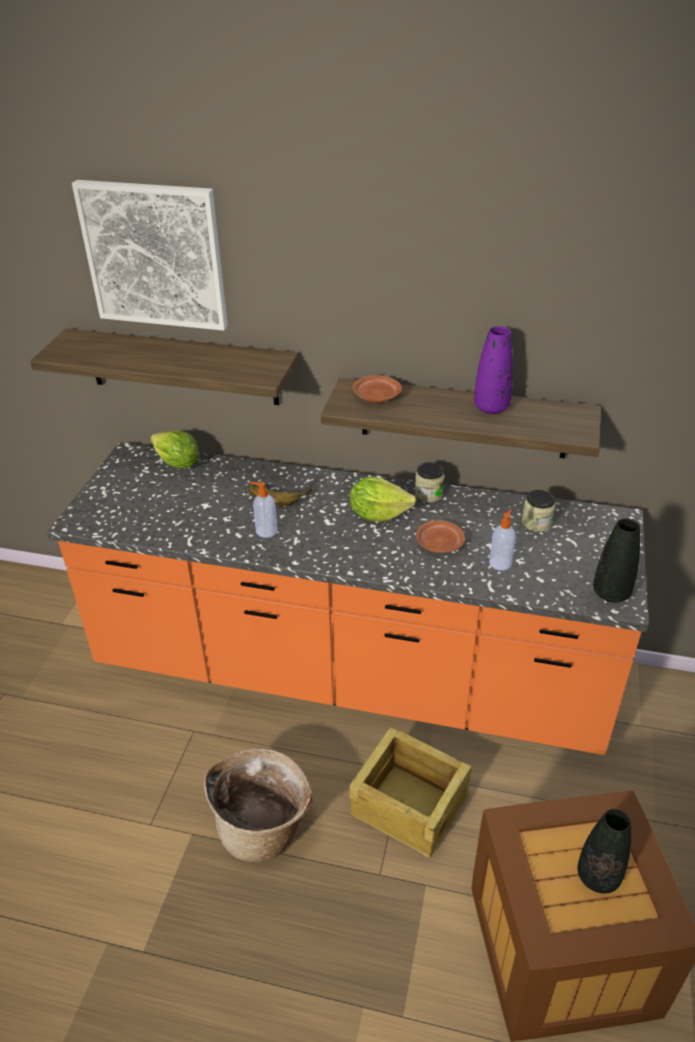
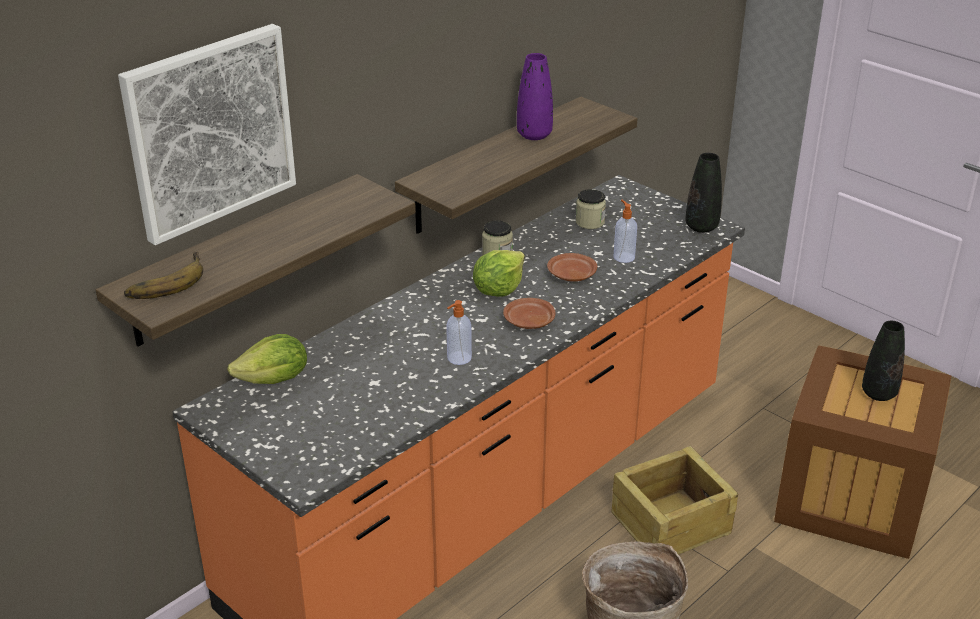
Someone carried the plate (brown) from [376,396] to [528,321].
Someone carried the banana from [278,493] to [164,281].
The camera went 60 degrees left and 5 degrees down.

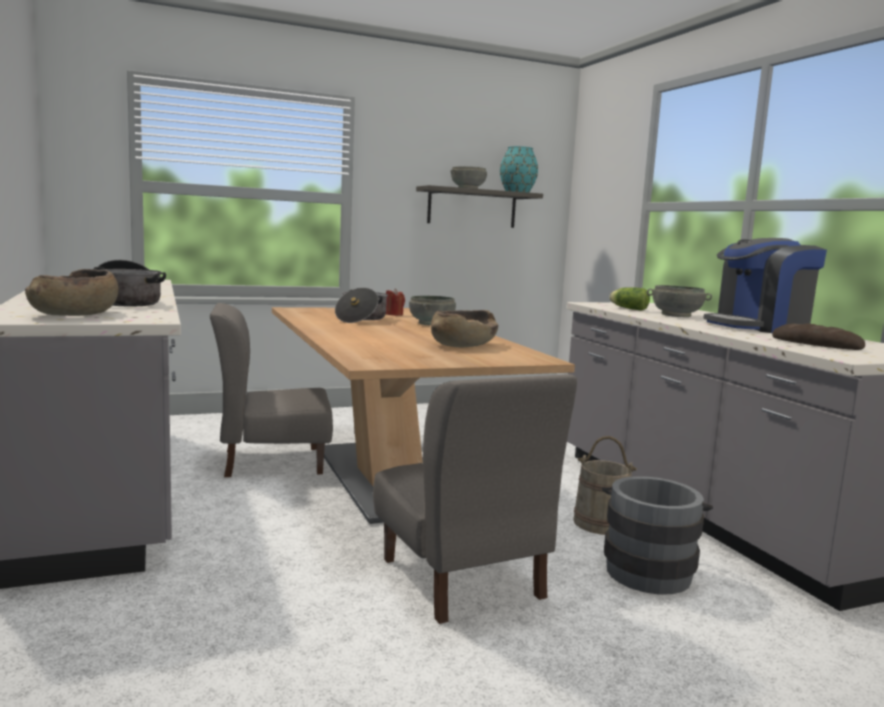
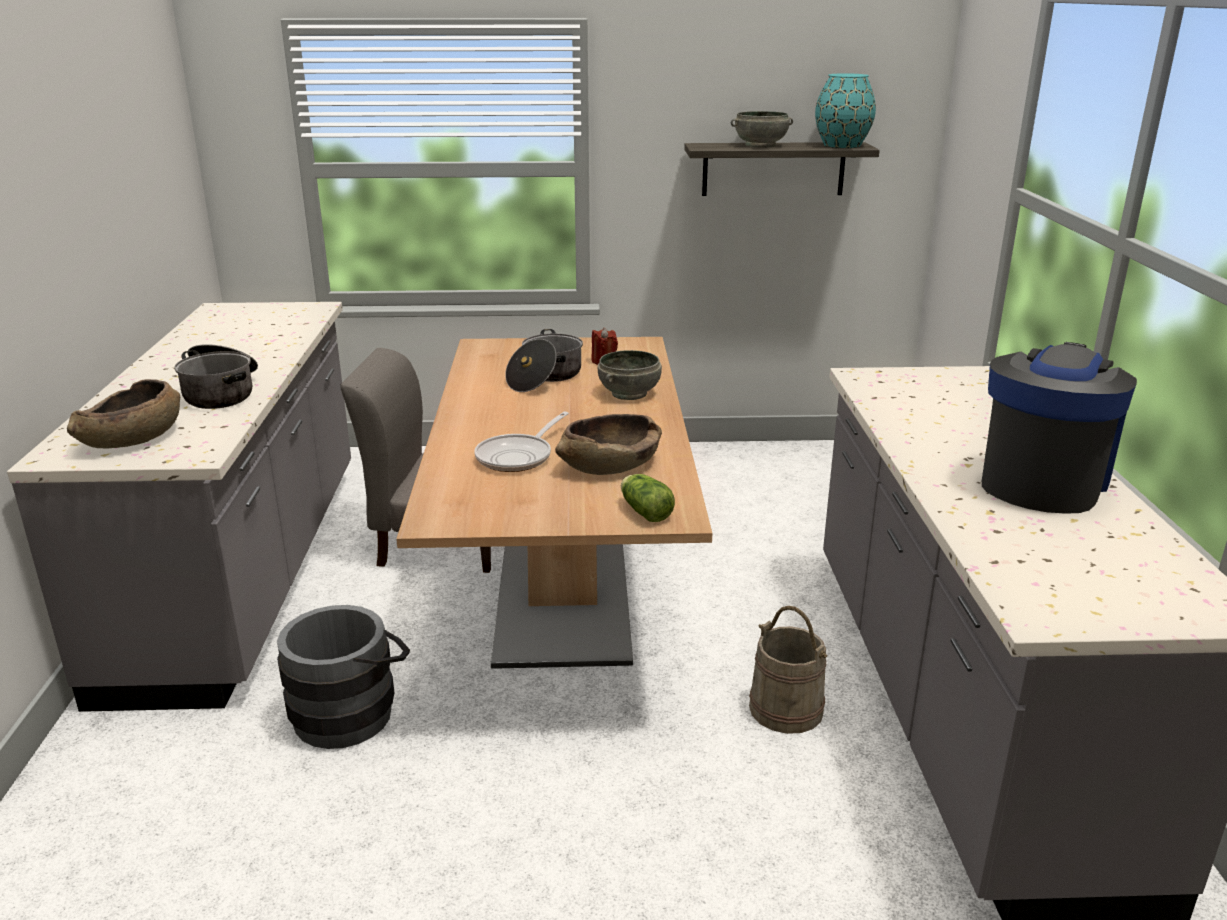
Someone rotated the coffee machine at [759,327] by 120 degrees clockwise.
Someone took away the bowl (grey) at [676,315].
Someone carried the lettuce from [627,308] to [644,511].
Someone took away the bread at [816,344].
Someone took away the chair (grey) at [461,578].
Someone carried the bucket (grey) from [648,569] to [351,711].
Someone put down the frying pan at [518,456].
The camera went 20 degrees right and 15 degrees up.

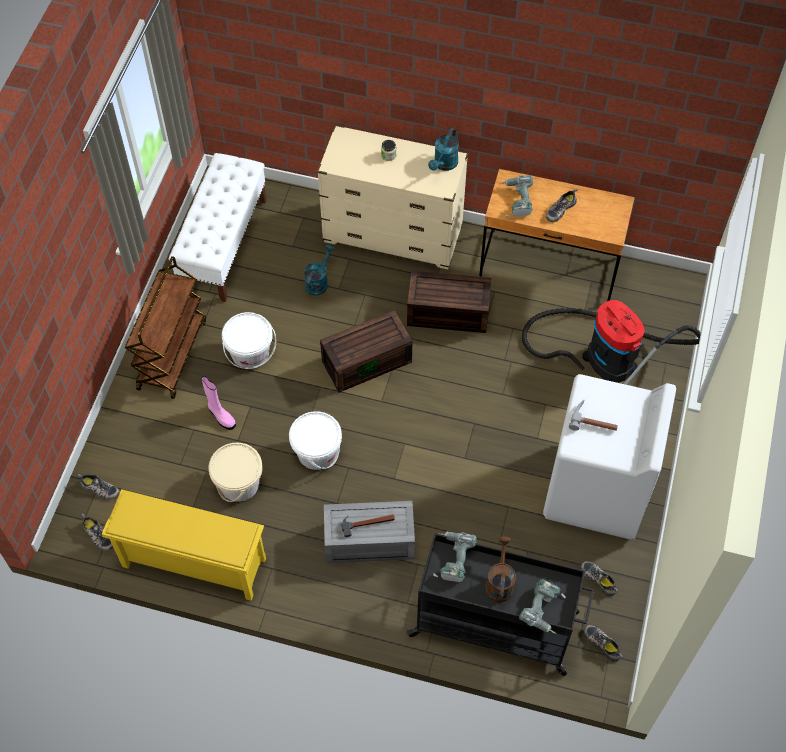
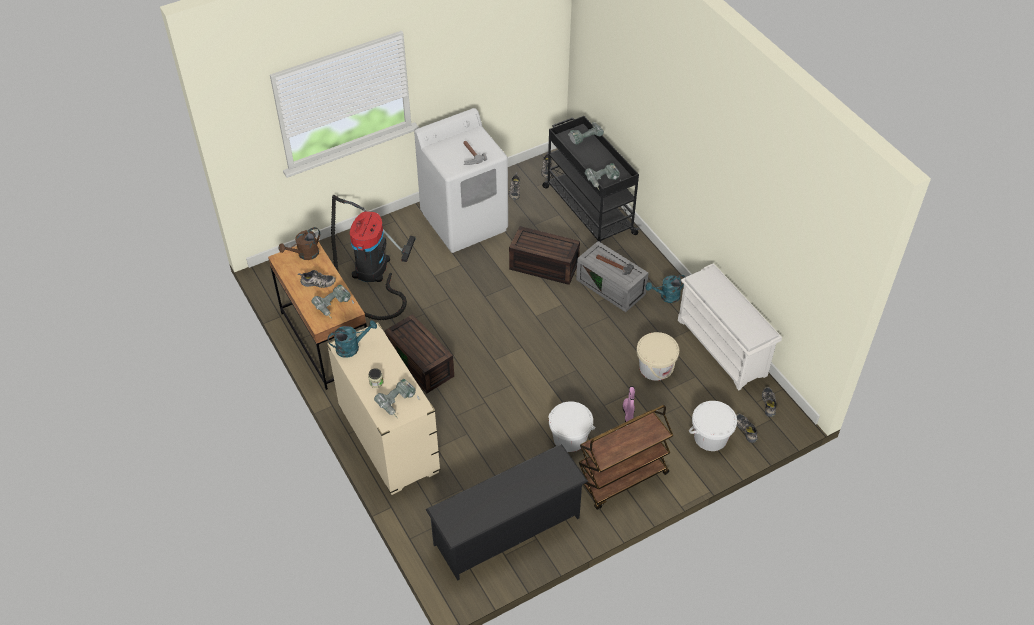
Someone swapped the bench (white) at [224,244] for the shoe rack (black) at [507,531].
Someone carried the watering can (turquoise) from [318,282] to [666,297].
Someone carried the storage box (brown) from [367,360] to [542,266].
Someone carried the bucket (white) from [317,452] to [710,437].
Someone repainted the shoe rack (yellow) at [192,563], which became the shoe rack (white) at [723,348].
Someone carried the watering can (brown) from [499,582] to [305,254].
Someone put down the power drill at [398,403].
The camera went 135 degrees left and 10 degrees down.

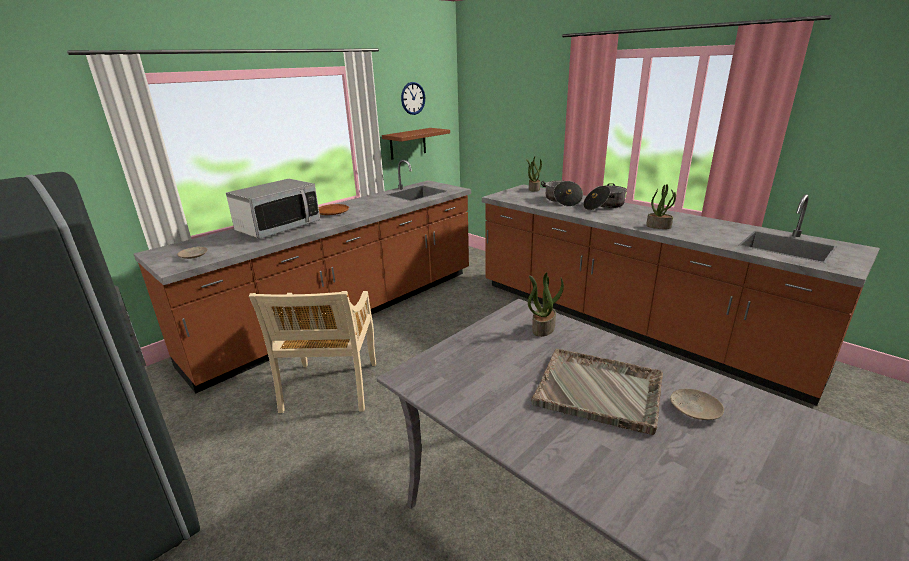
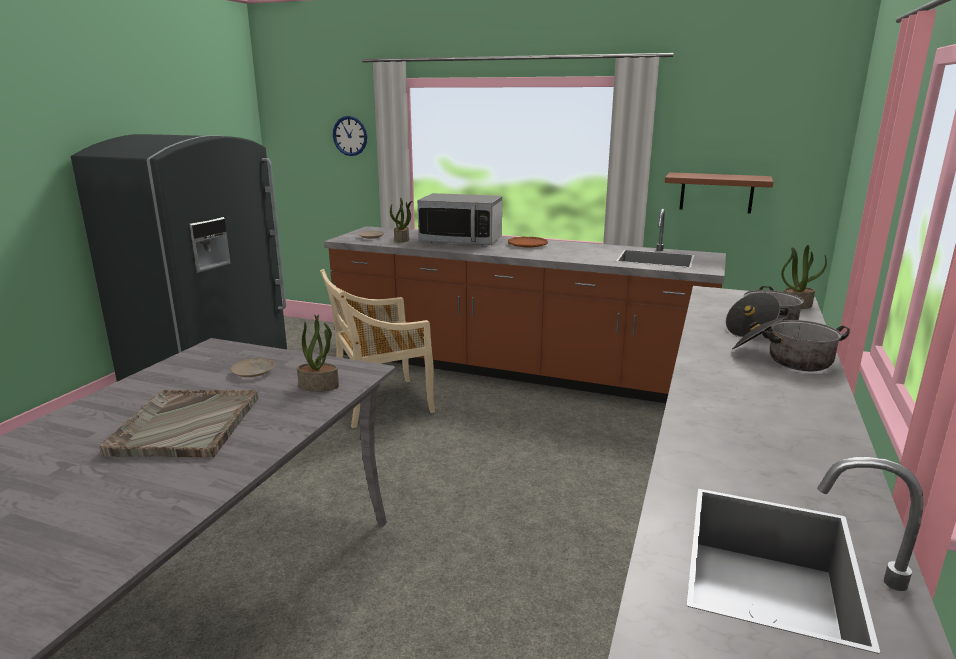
Someone carried the wall clock from [413,98] to [350,136].
Someone carried the potted plant from [659,226] to [402,240].
Someone carried the plate (beige) from [694,409] to [254,372].
The camera went 65 degrees right and 5 degrees down.

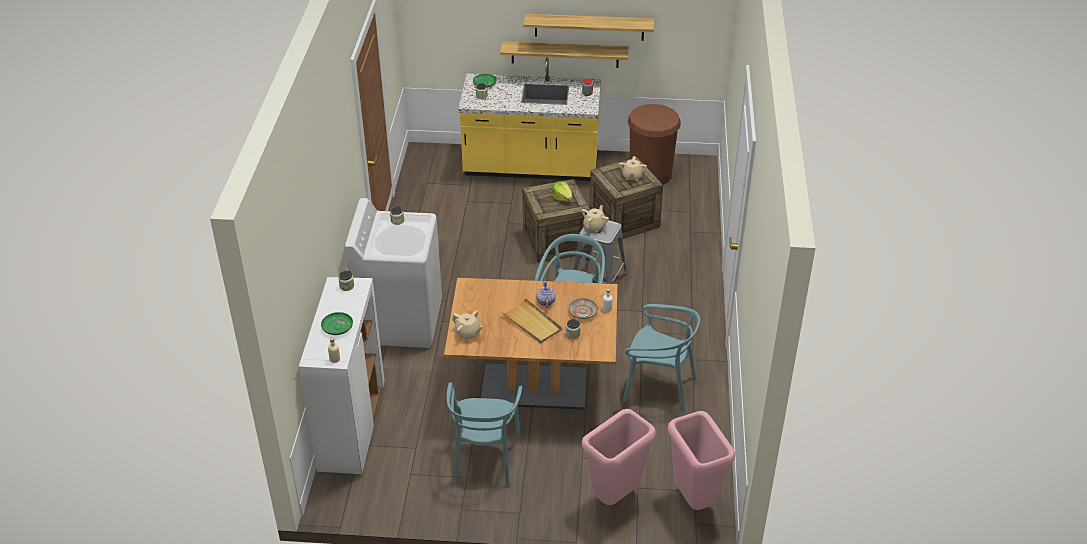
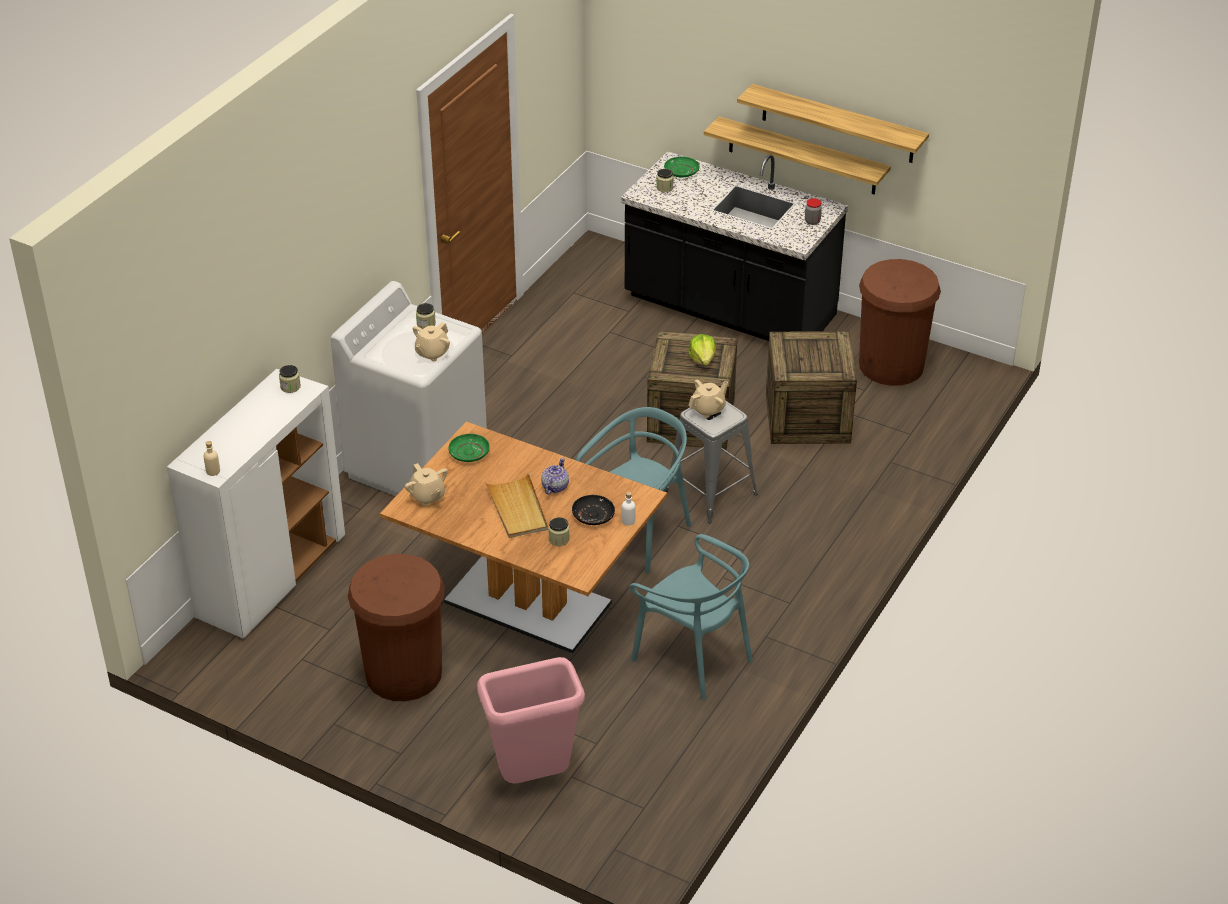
Someone repainted the counter (yellow) at [531,167], which became the counter (black) at [729,309].
Someone carried the teapot (beige) from [632,176] to [432,353].
Someone repainted the plate (beige) at [582,312], which became the plate (black) at [593,515].
Someone carried the plate (green) from [337,327] to [469,453].
Someone swapped the chair (turquoise) at [485,459] for the trash can (brown) at [403,673].
Someone took away the trash can (pink) at [695,500].
The camera went 25 degrees right and 0 degrees up.

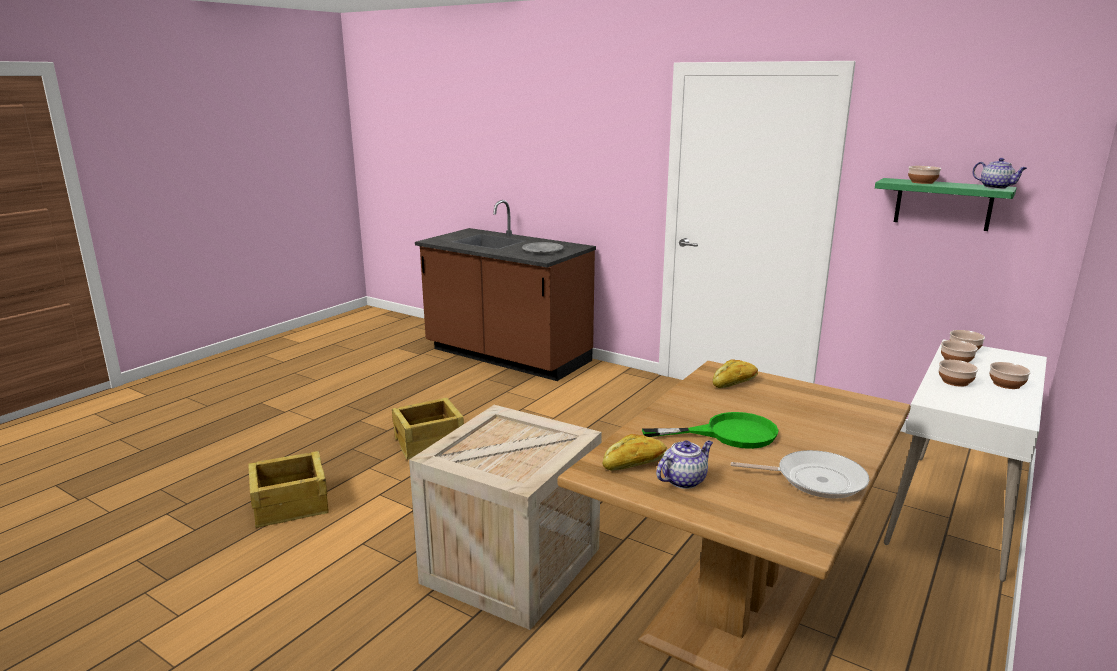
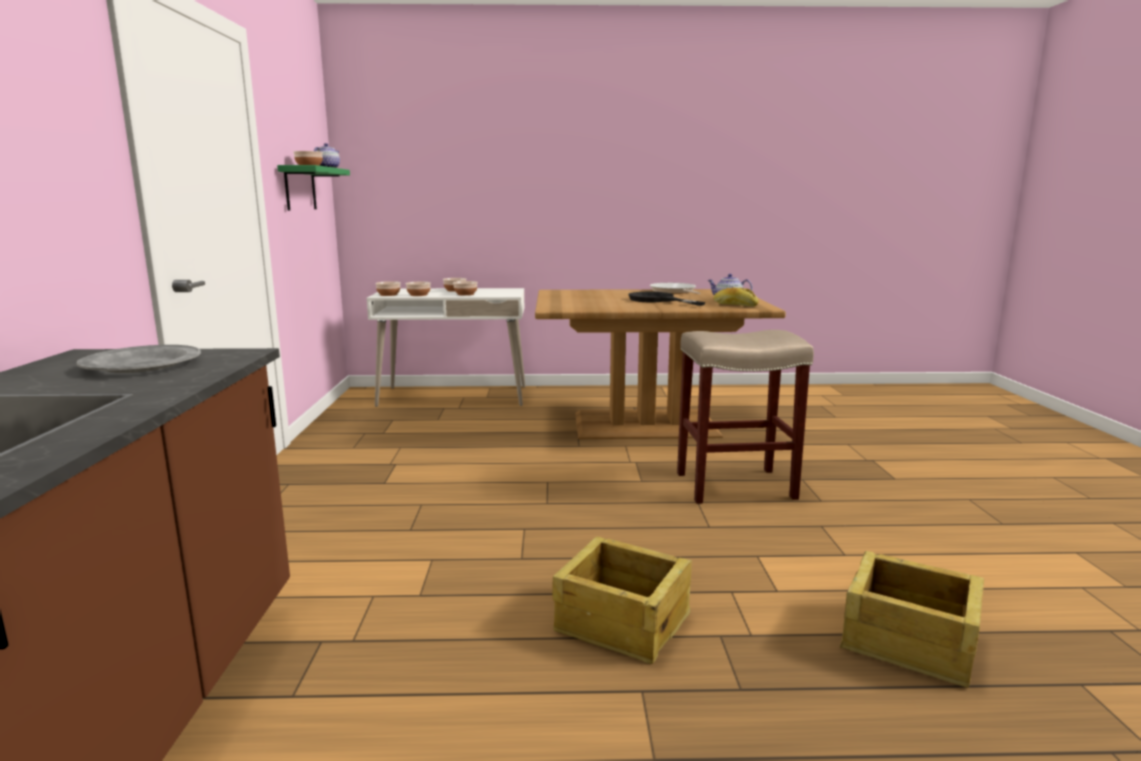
Someone took away the bread at [735,383].
Someone swapped the crate at [511,563] for the stool (beige) at [733,486].
Someone repainted the frying pan (green) at [728,434], which became the frying pan (black) at [657,300].
The camera went 125 degrees left and 5 degrees down.

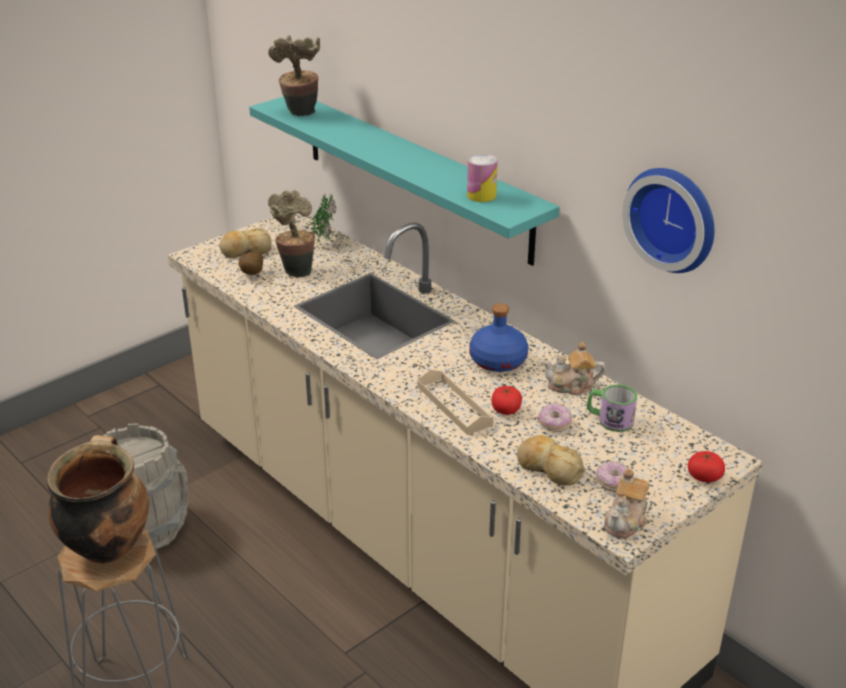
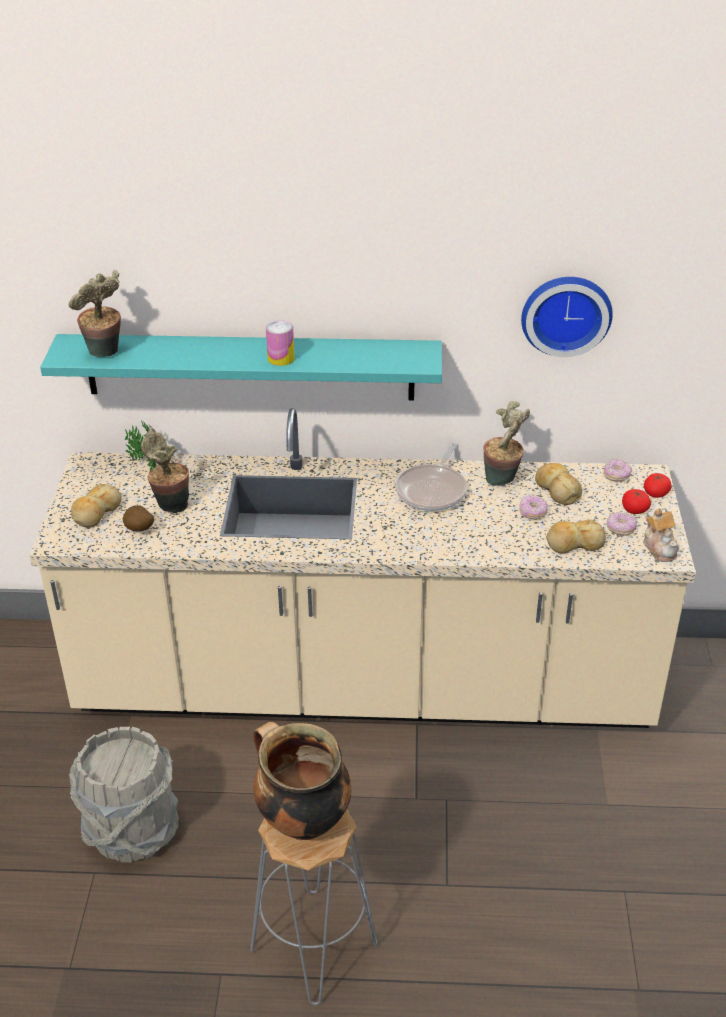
Someone carried the can from [481,195] to [281,358].
Someone swapped the bottle (blue) at [498,361] for the frying pan at [433,490].
Someone swapped the teapot at [571,386] for the potted plant at [502,480].
Someone took away the tray (beige) at [454,406].
Someone swapped the mug at [609,420] for the bread at [557,489].
Someone carried the tomato from [506,409] to [634,509].
Someone put down the donut at [616,476].
The camera went 45 degrees left and 5 degrees up.

